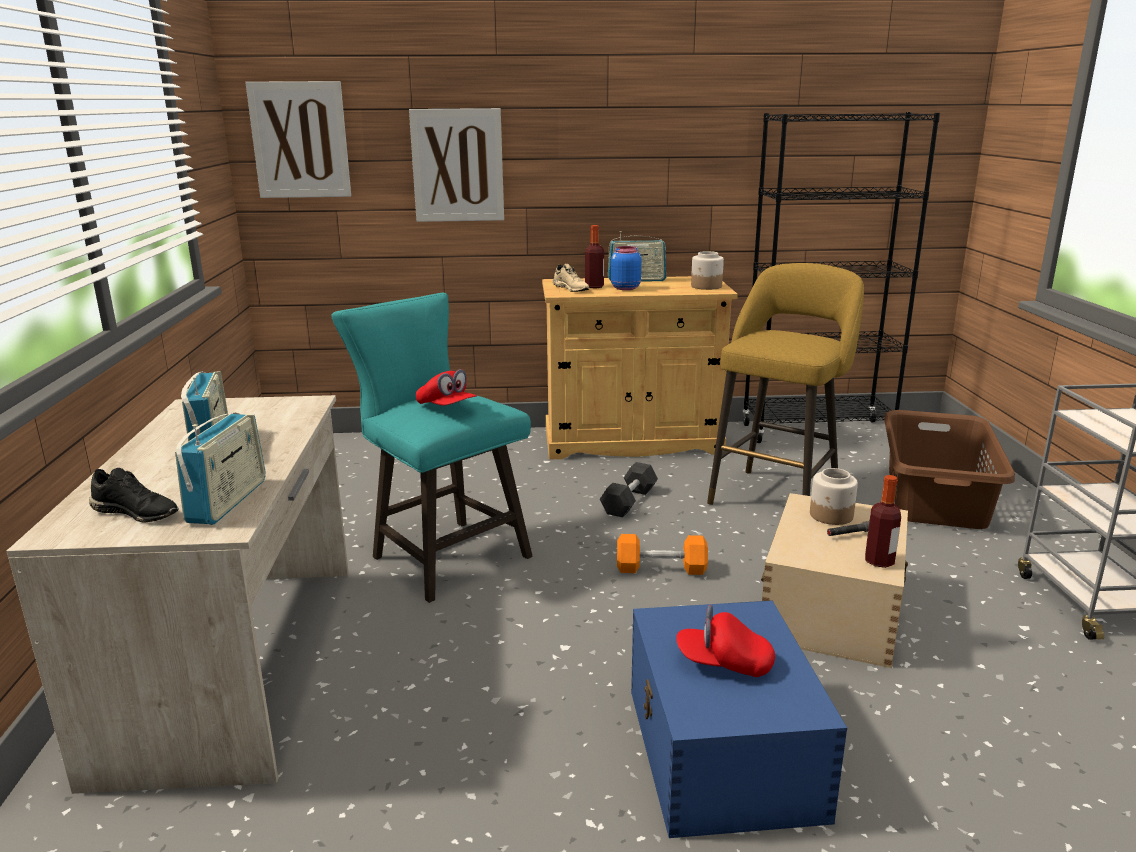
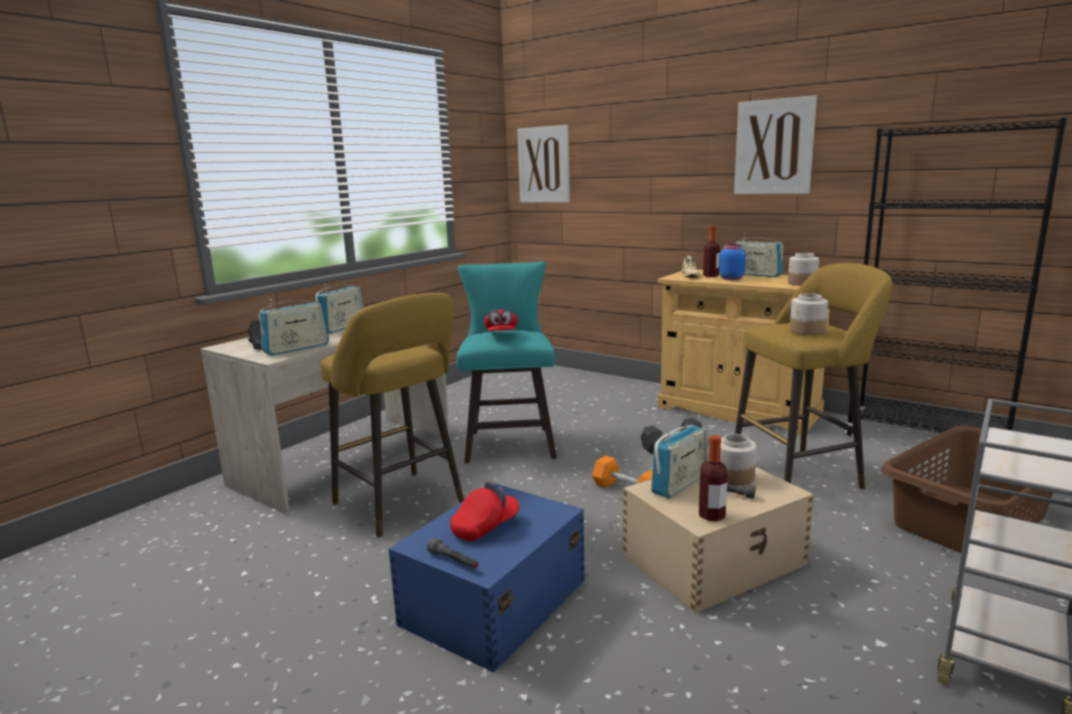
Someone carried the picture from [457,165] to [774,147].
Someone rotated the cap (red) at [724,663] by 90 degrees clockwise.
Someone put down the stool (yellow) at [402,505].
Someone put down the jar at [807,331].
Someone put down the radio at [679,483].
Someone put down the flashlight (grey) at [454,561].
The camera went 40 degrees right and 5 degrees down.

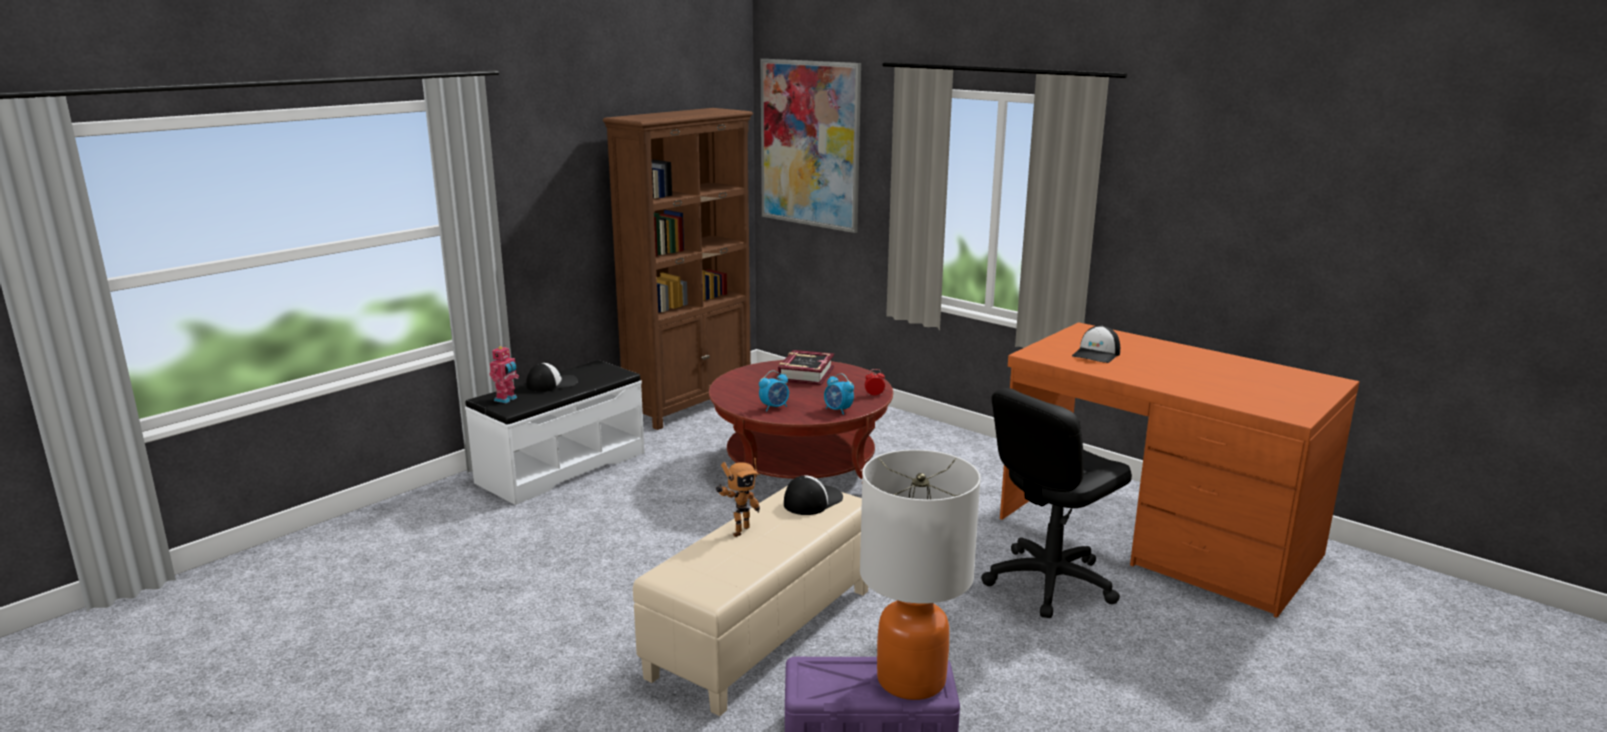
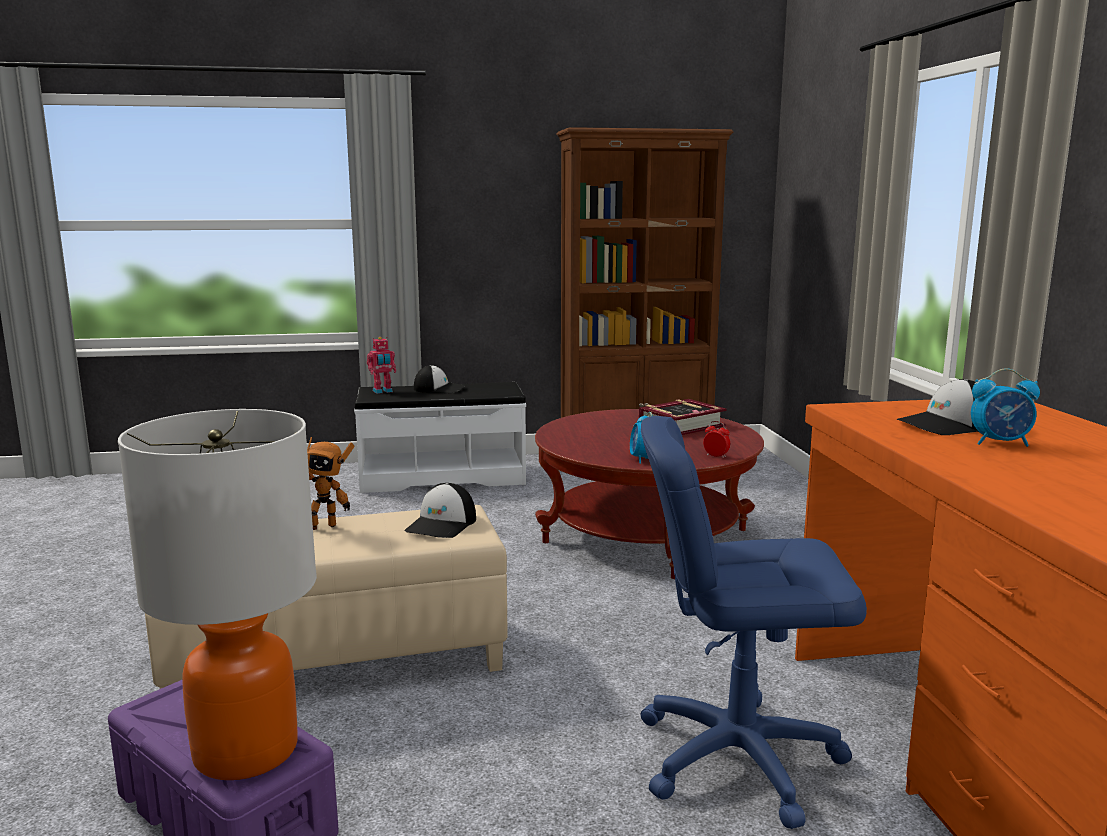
Someone took away the picture at [809,144].
Someone carried the alarm clock from [774,407] to [1000,443].
Someone repainted the office chair (black) at [1049,582], which became the office chair (blue) at [737,757].
Someone rotated the cap at [812,501] by 120 degrees clockwise.
The camera went 40 degrees right and 5 degrees down.

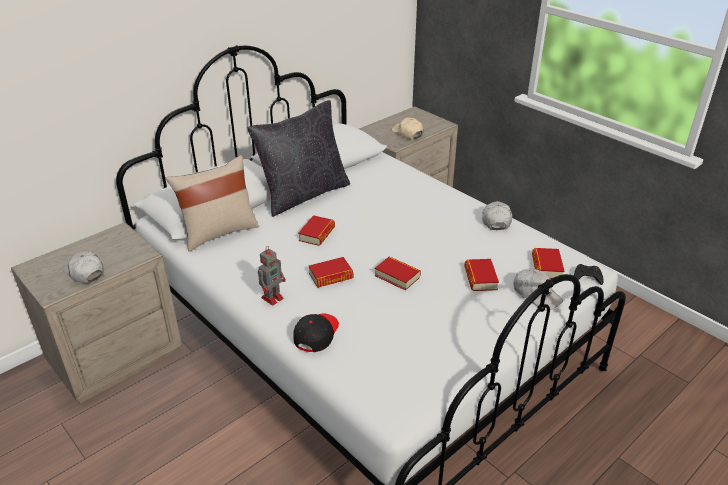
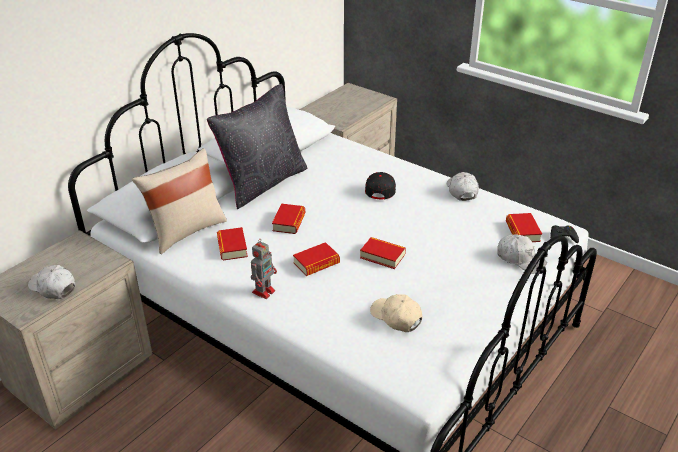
Someone carried the cap (beige) from [407,133] to [396,317].
Someone carried the book from [480,278] to [232,247].
Someone carried the cap (black) from [316,334] to [380,189].
The camera went 10 degrees left and 0 degrees up.

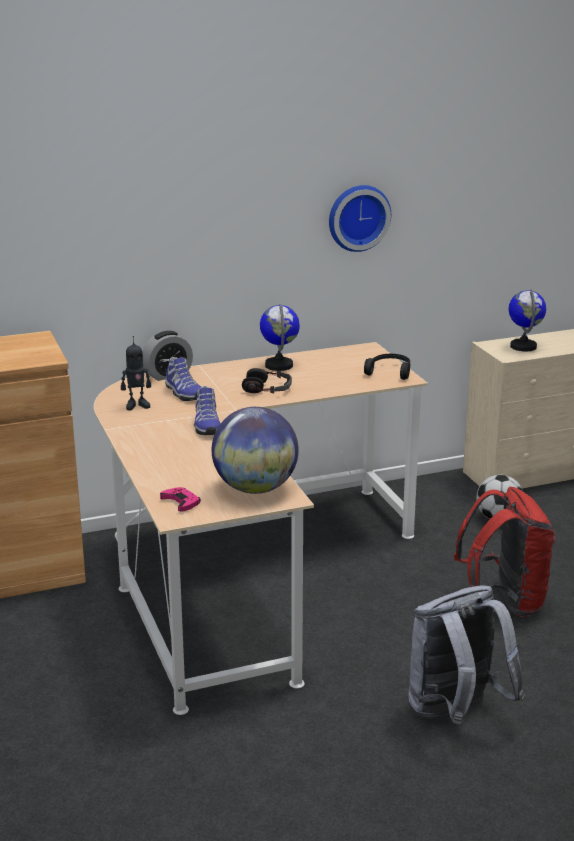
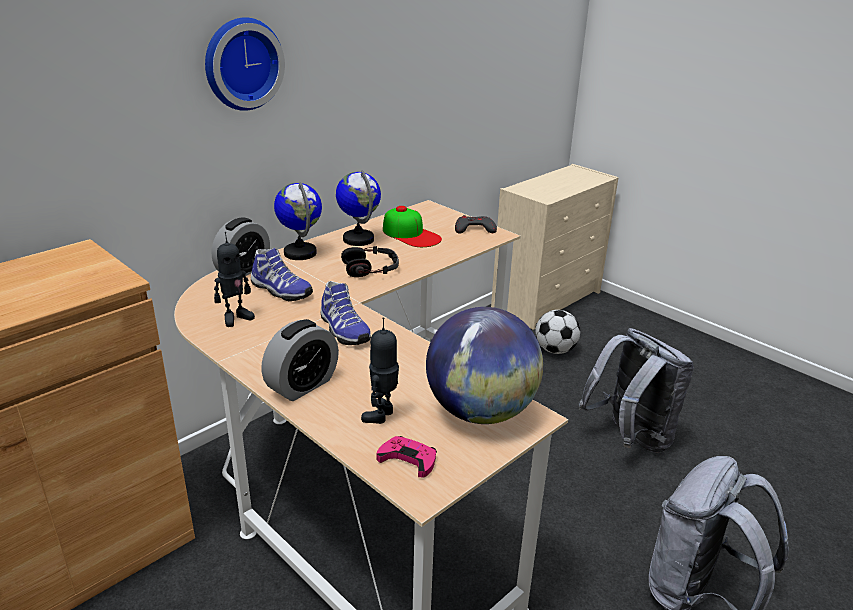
Someone carried the wall clock from [357,217] to [241,63].
Someone carried the globe from [523,346] to [300,253].
Someone swapped the headphones (black) at [390,371] for the game controller (grey) at [474,229].
Someone repainted the backpack (red) at [504,601], which became the backpack (grey) at [629,439].
Someone put down the cap at [411,234].
Someone put down the toy robot at [382,415].
Someone put down the alarm clock at [302,385].
The camera went 25 degrees left and 5 degrees up.

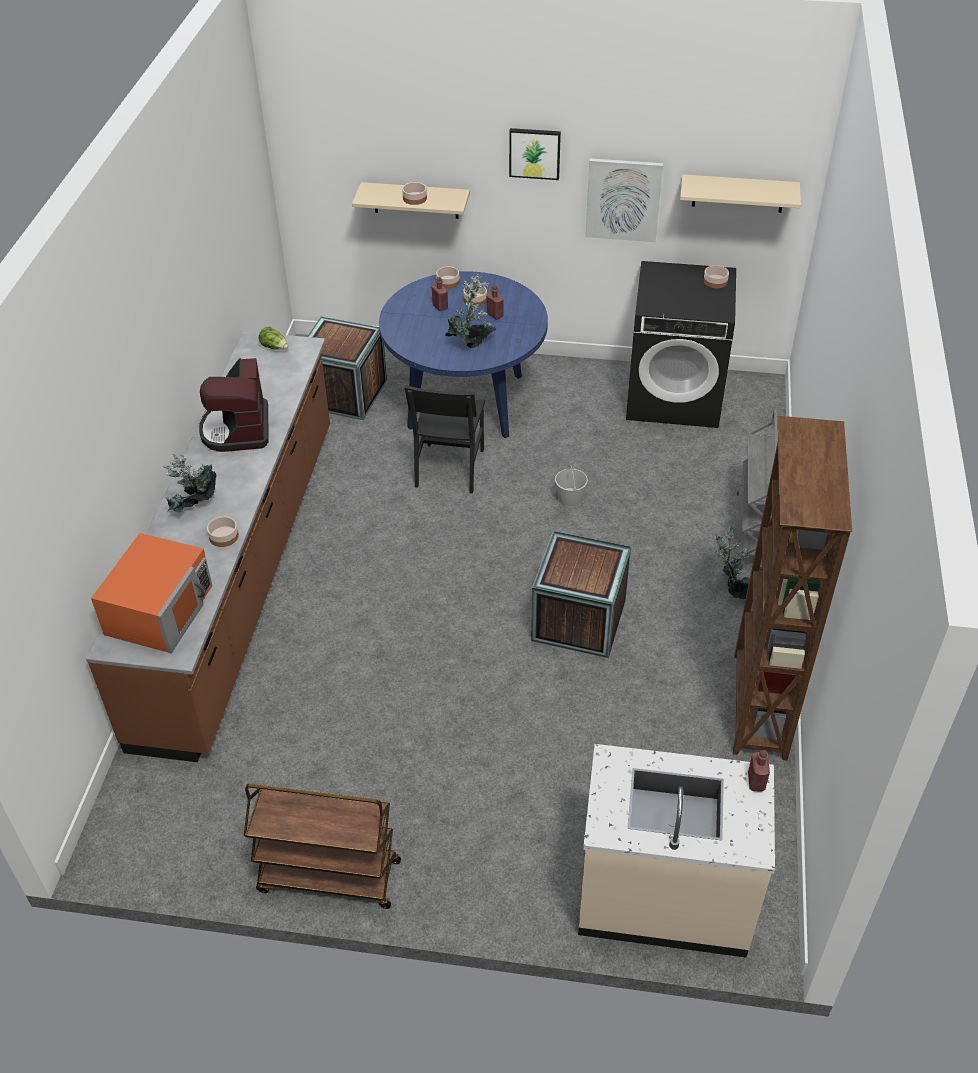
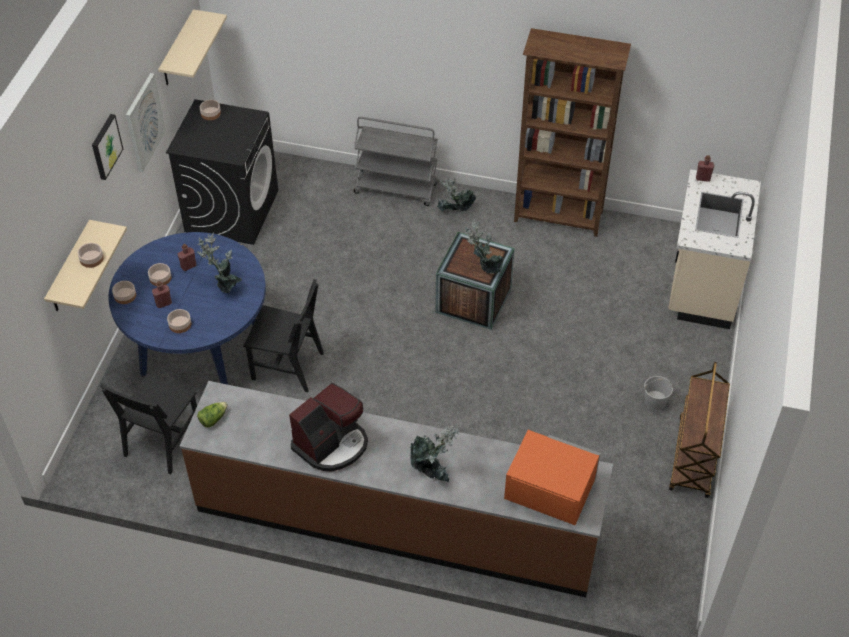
Someone swapped the crate at [345,394] for the chair (black) at [162,441].
Someone rotated the coffee machine at [237,429] by 45 degrees counterclockwise.
Someone carried the bucket (white) from [570,498] to [654,401].
Someone carried the bowl from [224,537] to [180,324].
Someone put down the potted plant at [484,267].
The camera went 85 degrees left and 5 degrees up.

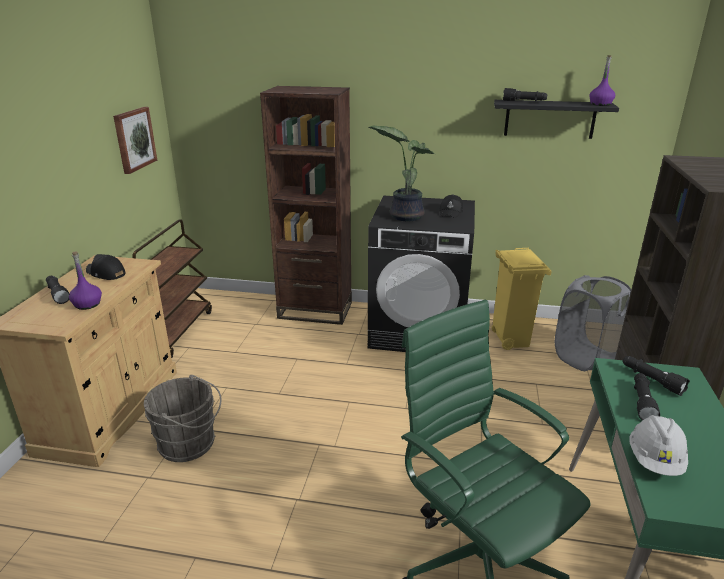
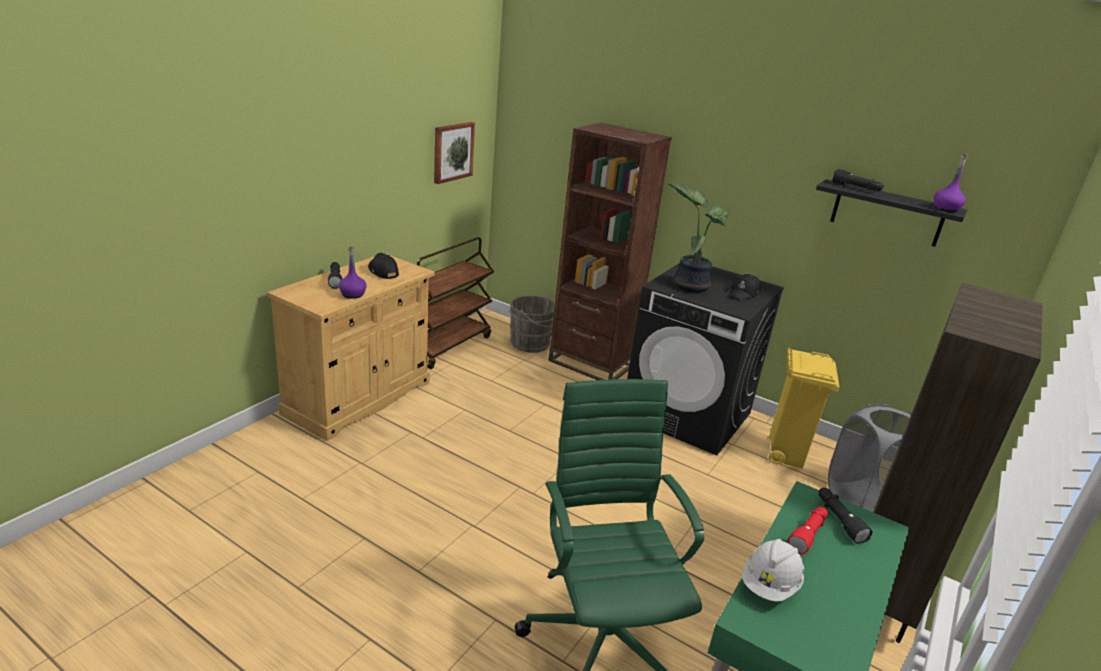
Someone repainted the flashlight (black) at [642,402], which became the flashlight (red) at [808,535].
Someone carried the bucket (grey) from [190,444] to [532,344].
The camera went 20 degrees right and 0 degrees up.

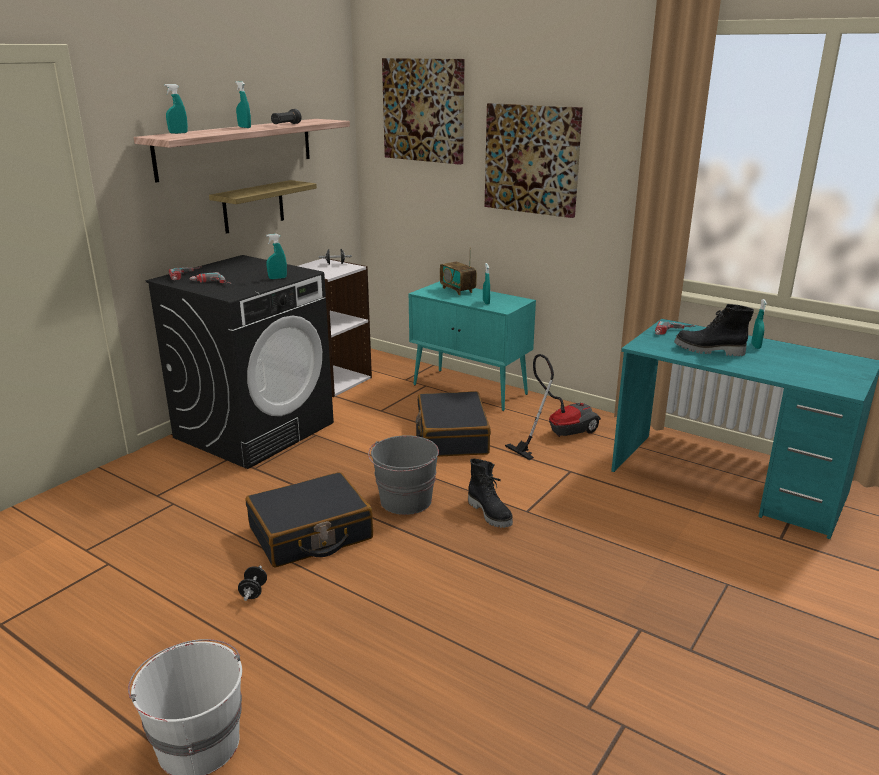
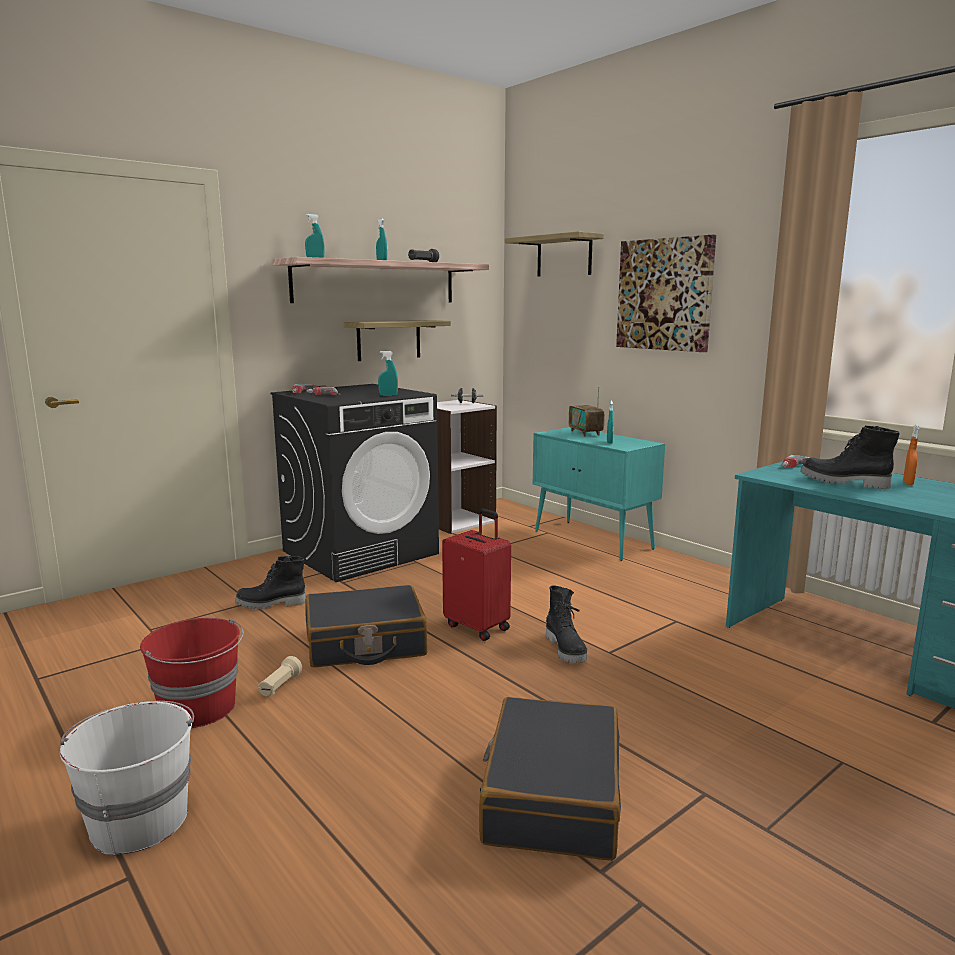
Someone swapped the picture at [424,110] for the shelf at [564,256].
Someone repainted the spray bottle (turquoise) at [756,346], which became the spray bottle (orange) at [908,483].
Someone took away the vacuum cleaner at [557,434].
Someone carried the suitcase (black) from [451,436] to [551,795].
Someone swapped the bucket (grey) at [405,501] for the suitcase (red) at [478,627].
Someone swapped the dumbbell (black) at [253,592] for the flashlight (beige) at [280,686].
Someone put down the boot (black) at [271,604].
Someone put down the bucket (red) at [199,708].
The camera went 15 degrees right and 10 degrees down.

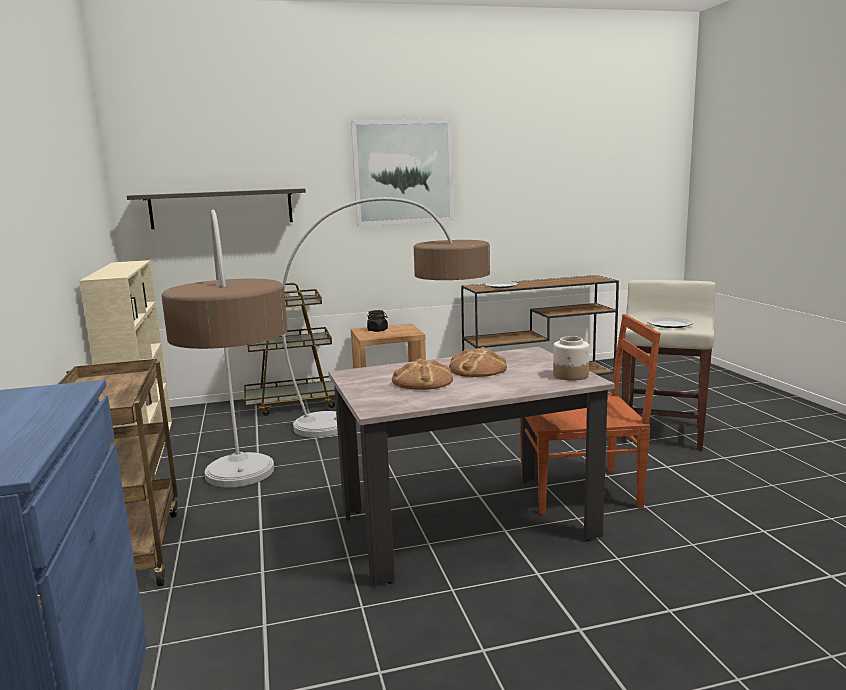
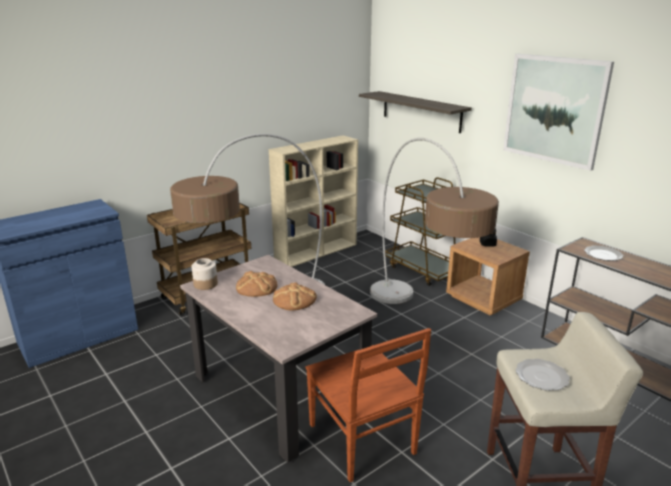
Someone carried the jar from [571,375] to [205,284].
The camera went 65 degrees right and 10 degrees up.

